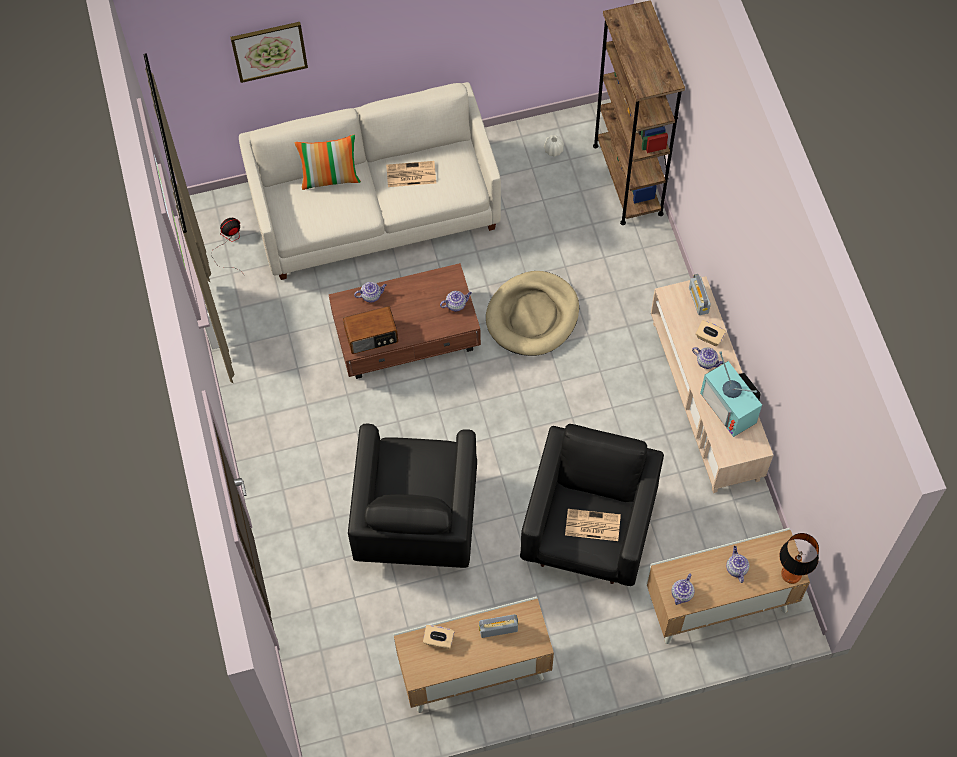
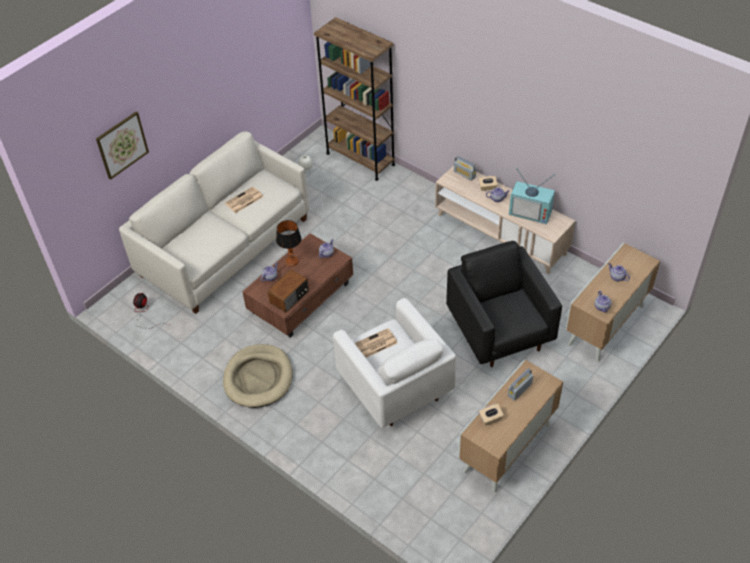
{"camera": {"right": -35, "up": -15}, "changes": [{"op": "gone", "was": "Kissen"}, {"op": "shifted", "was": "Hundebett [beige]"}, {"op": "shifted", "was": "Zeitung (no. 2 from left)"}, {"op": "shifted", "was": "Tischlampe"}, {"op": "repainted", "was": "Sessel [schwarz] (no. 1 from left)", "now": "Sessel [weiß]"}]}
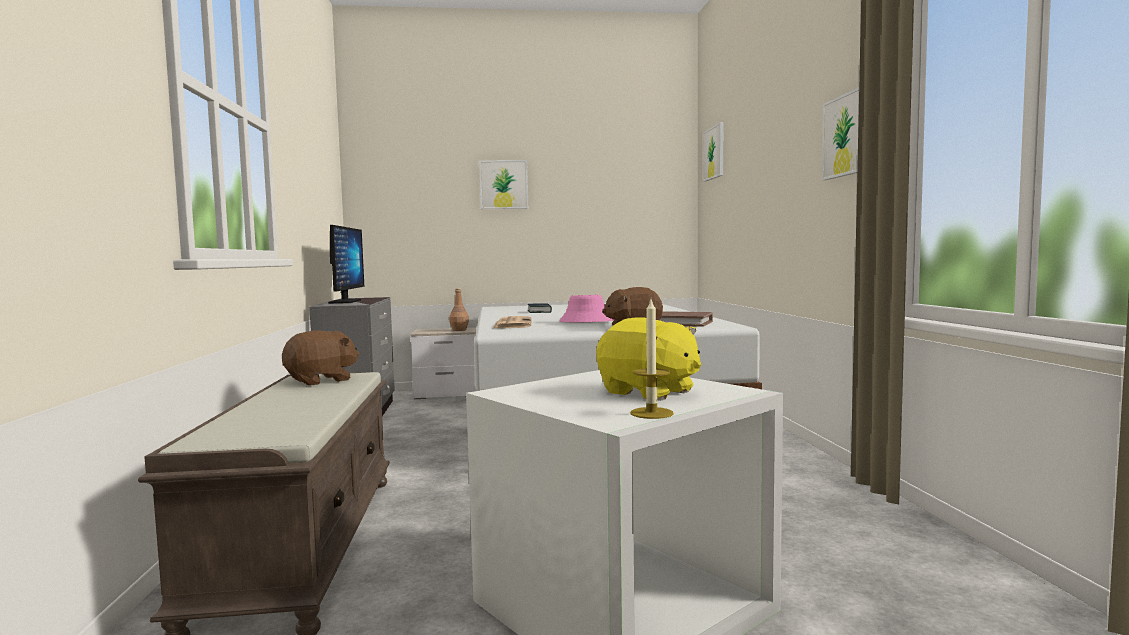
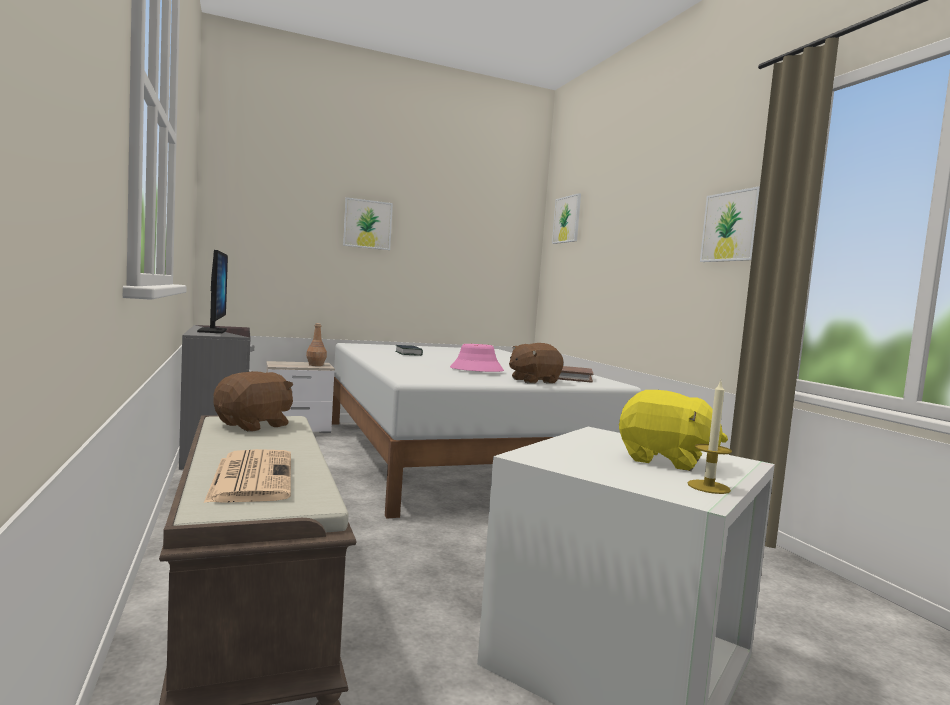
{"camera": {"right": -15, "up": 0}, "changes": [{"op": "shifted", "was": "Zeitung"}]}
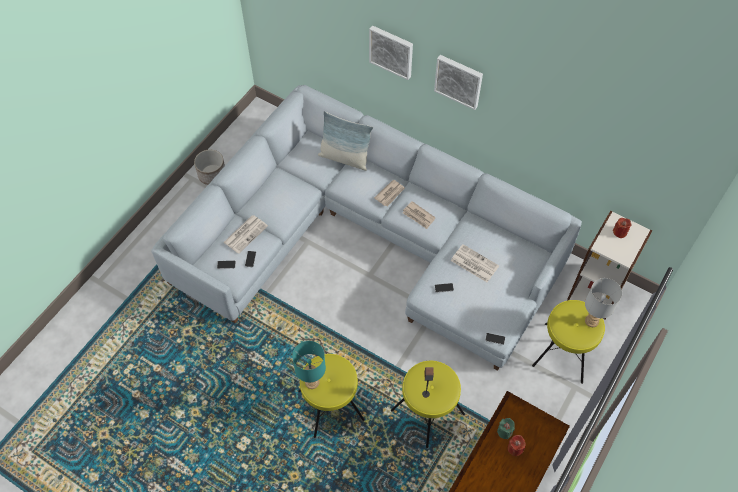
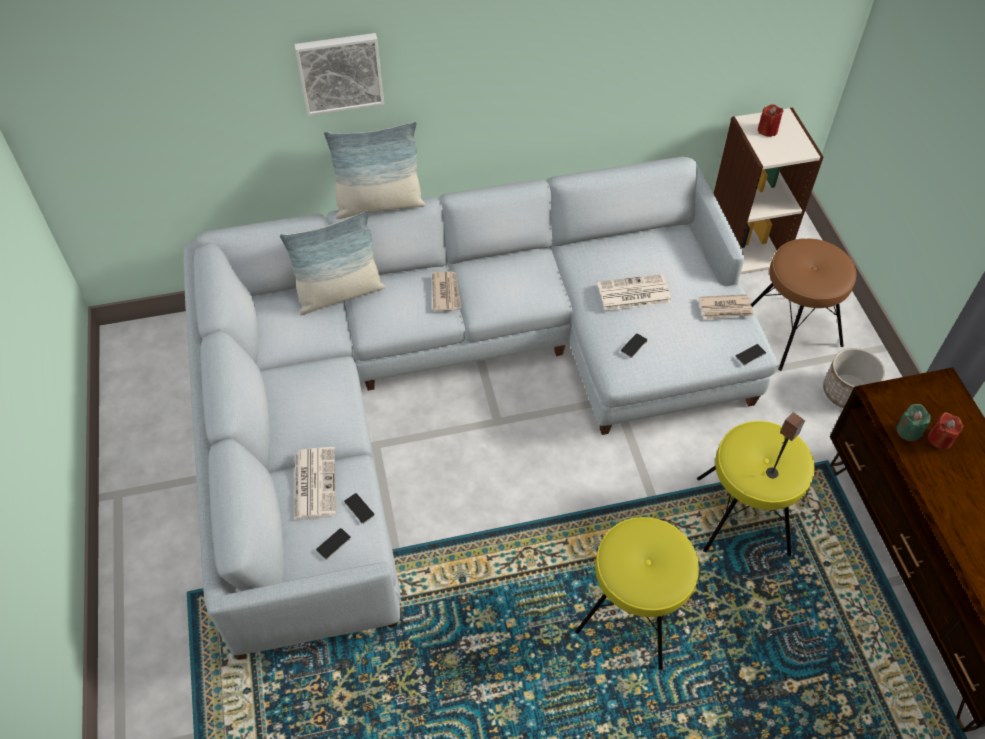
{"camera": {"right": -45, "up": -5}, "changes": [{"op": "gone", "was": "Tischlampe [türkis]"}, {"op": "gone", "was": "Bild (no. 2 from left)"}, {"op": "gone", "was": "Tischlampe [grau]"}, {"op": "new", "now": "Kissen (no. 2 from left)"}, {"op": "shifted", "was": "Pflanzkübel"}, {"op": "shifted", "was": "Zeitung (no. 3 from left in the first image)", "now": "Zeitung (no. 4 from left)"}, {"op": "repainted", "was": "Hocker [gelb] (no. 3 from left)", "now": "Hocker [braun]"}]}
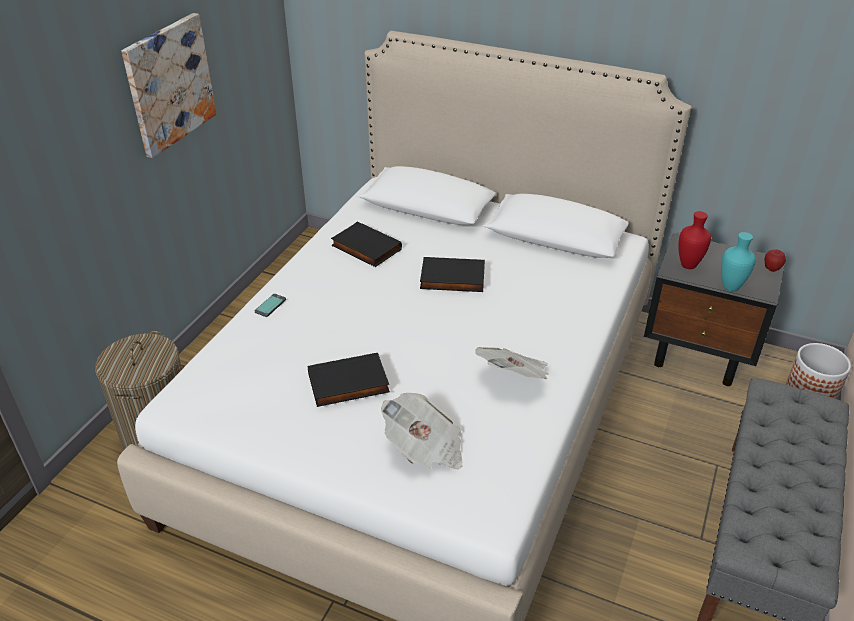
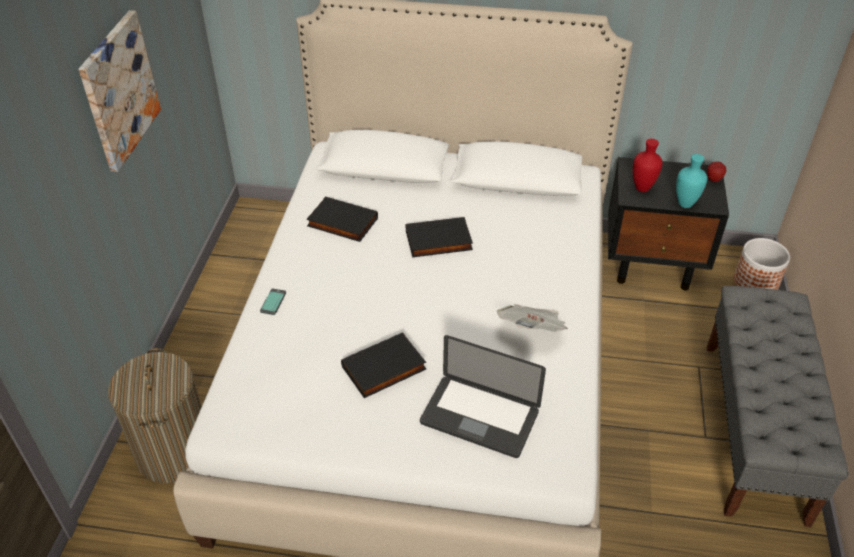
{"camera": {"right": -15, "up": 5}, "changes": [{"op": "swapped", "was": "Zeitung (no. 1 from left)", "now": "Laptop"}]}
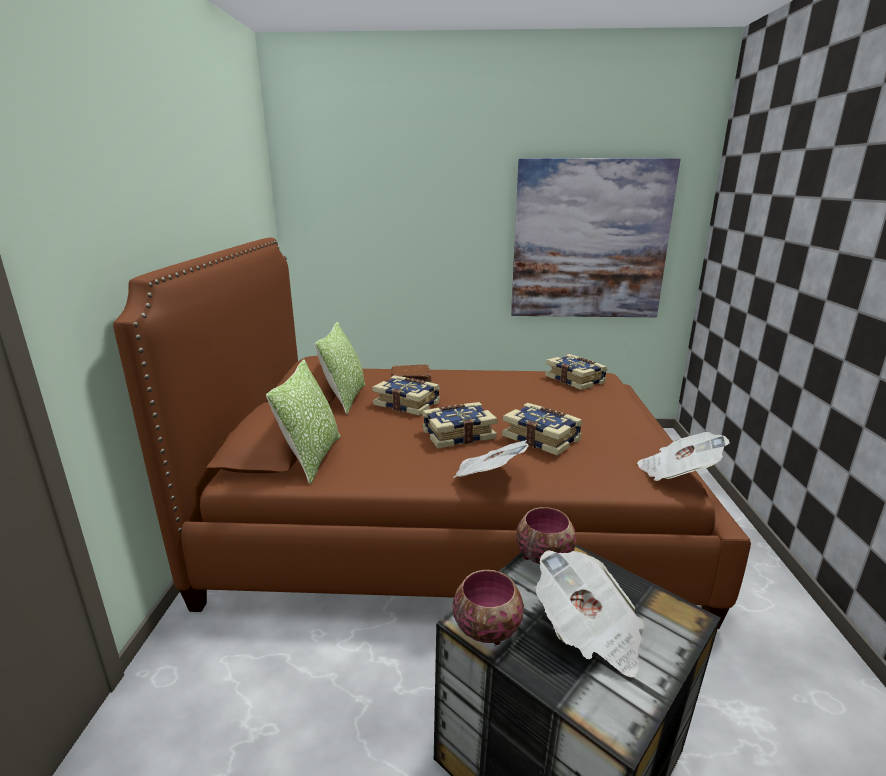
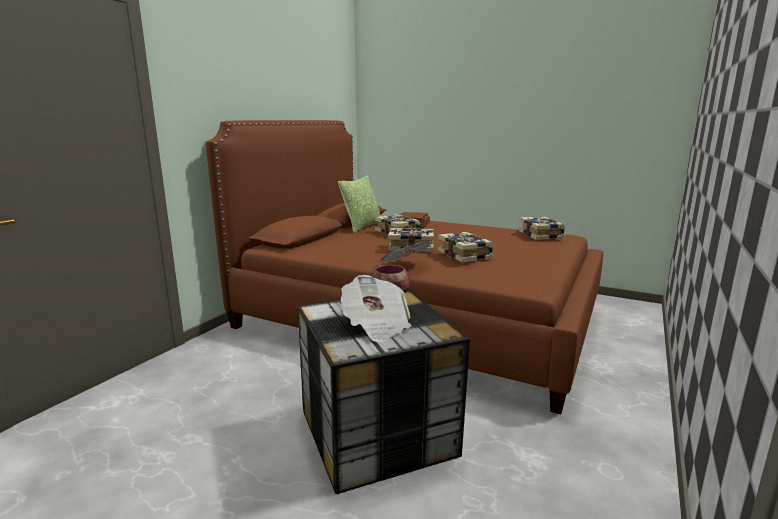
{"camera": {"right": 25, "up": -5}, "changes": [{"op": "gone", "was": "Kissen (no. 1 from left)"}, {"op": "gone", "was": "Schüssel (no. 1 from left)"}, {"op": "gone", "was": "Bild"}, {"op": "gone", "was": "Zeitung (no. 3 from left)"}]}
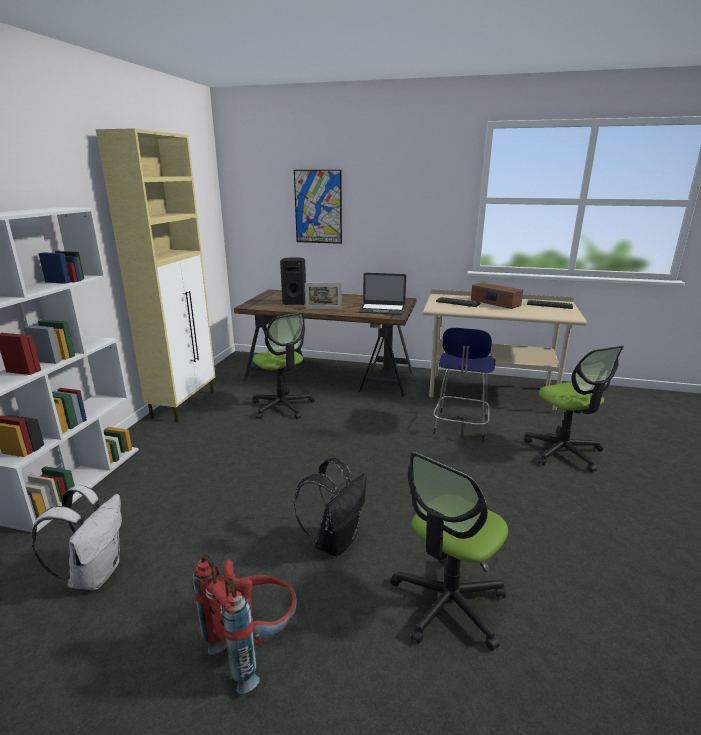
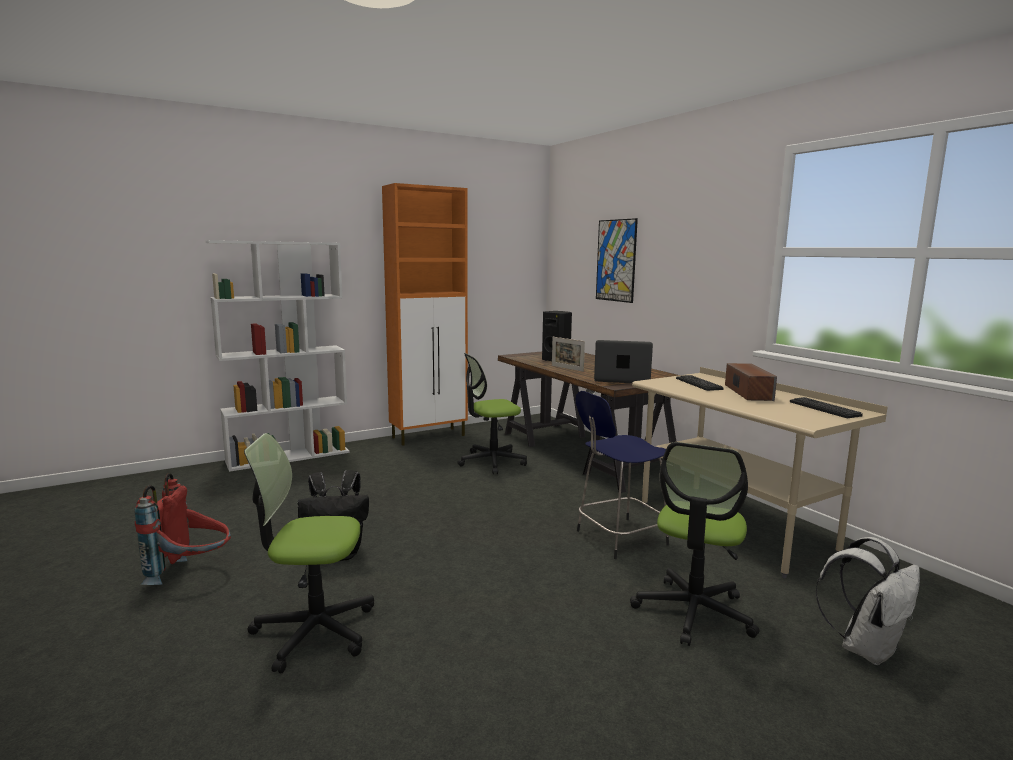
{"camera": {"right": 45, "up": -10}, "changes": [{"op": "shifted", "was": "Rucksack [weiß]"}, {"op": "repainted", "was": "Schrank [beige]", "now": "Schrank [orange]"}, {"op": "rotated", "was": "Bürostuhl (no. 1 from left in the first image)", "clockwise": 60}, {"op": "rotated", "was": "Laptop", "clockwise": 135}]}
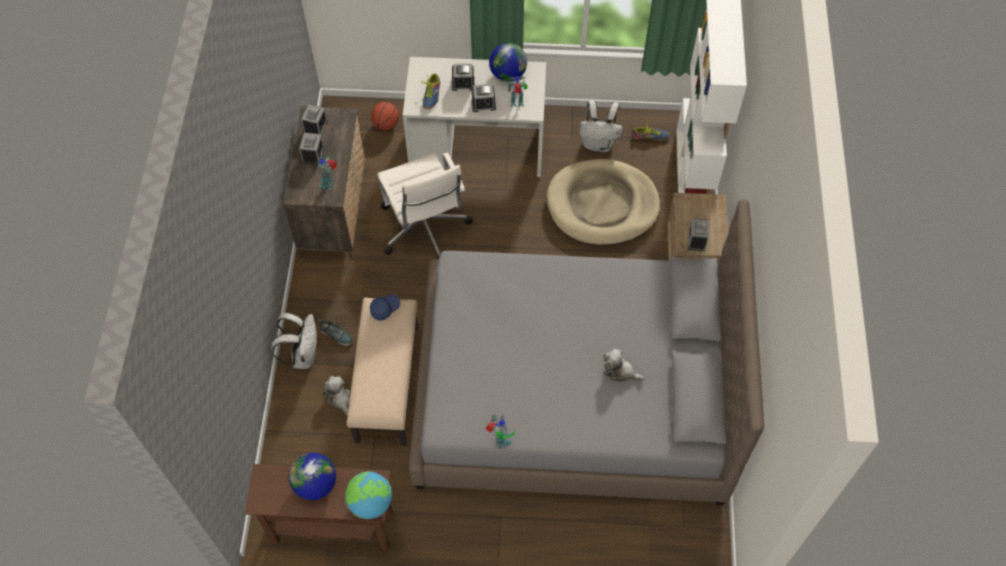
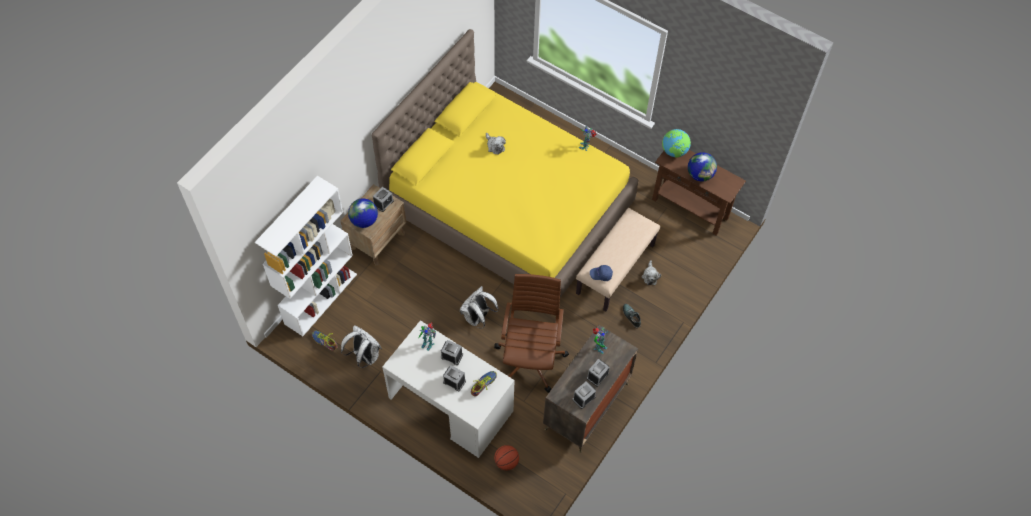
{"camera": {"right": -150, "up": 0}, "changes": [{"op": "gone", "was": "Hundebett [beige]"}, {"op": "shifted", "was": "Rucksack [weiß] (no. 1 from left in the first image)", "now": "Rucksack [weiß] (no. 2 from left)"}, {"op": "shifted", "was": "Globus (no. 3 from left in the first image)", "now": "Globus (no. 1 from left)"}, {"op": "repainted", "was": "Bürostuhl [weiß]", "now": "Bürostuhl [braun]"}, {"op": "repainted", "was": "Bett [grau]", "now": "Bett [gelb]"}]}
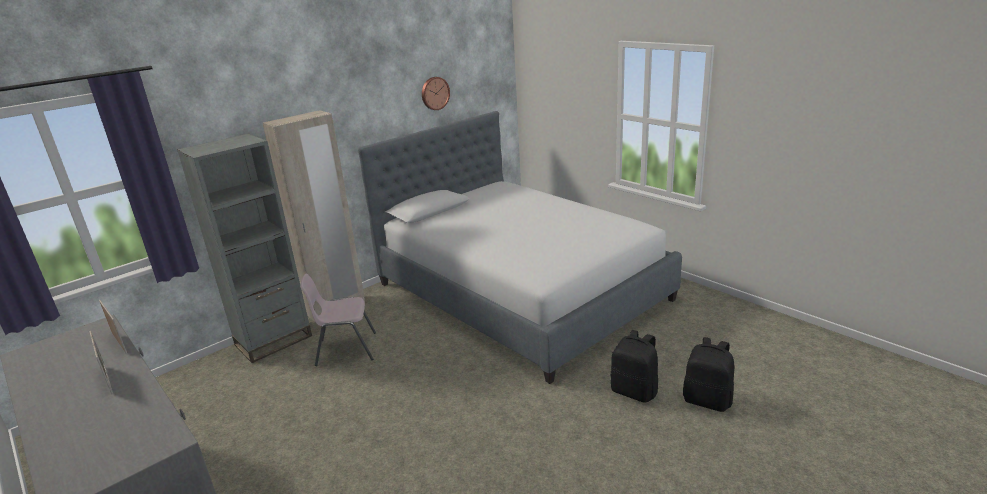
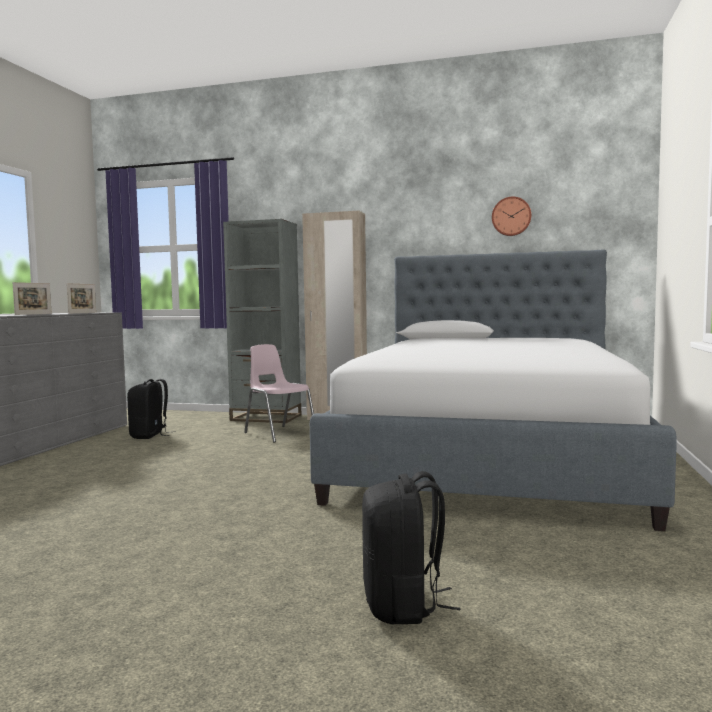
{"camera": {"right": 55, "up": -20}, "changes": [{"op": "shifted", "was": "Rucksack [schwarz] (no. 1 from left)"}]}
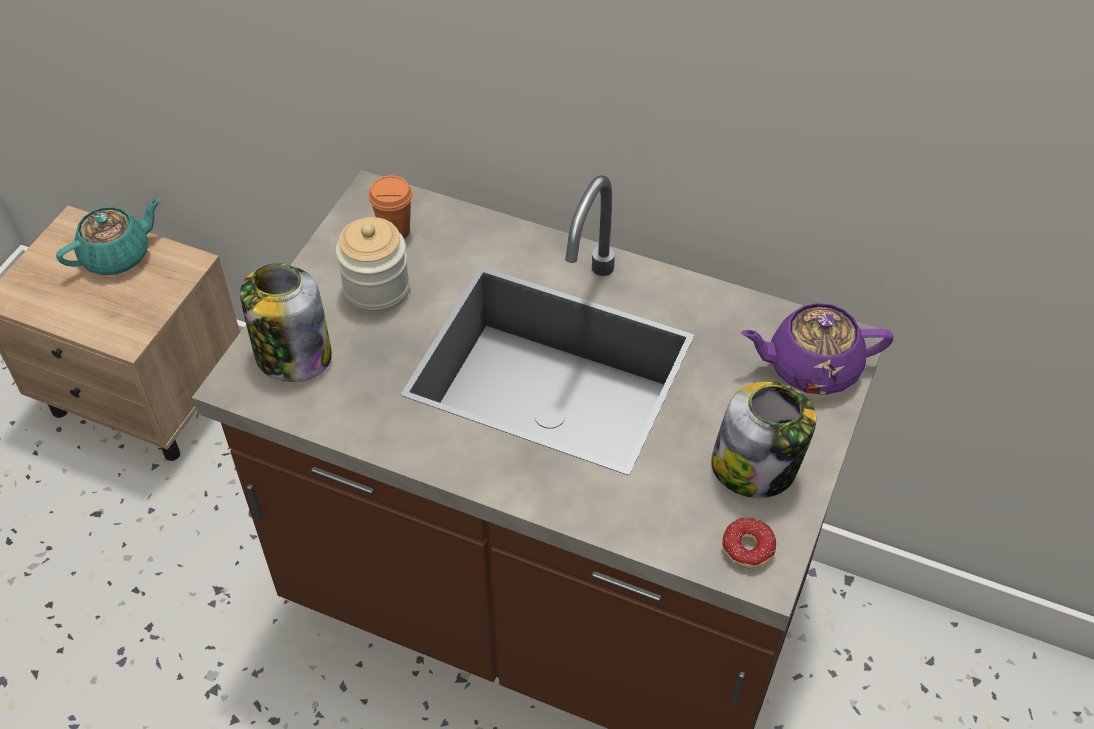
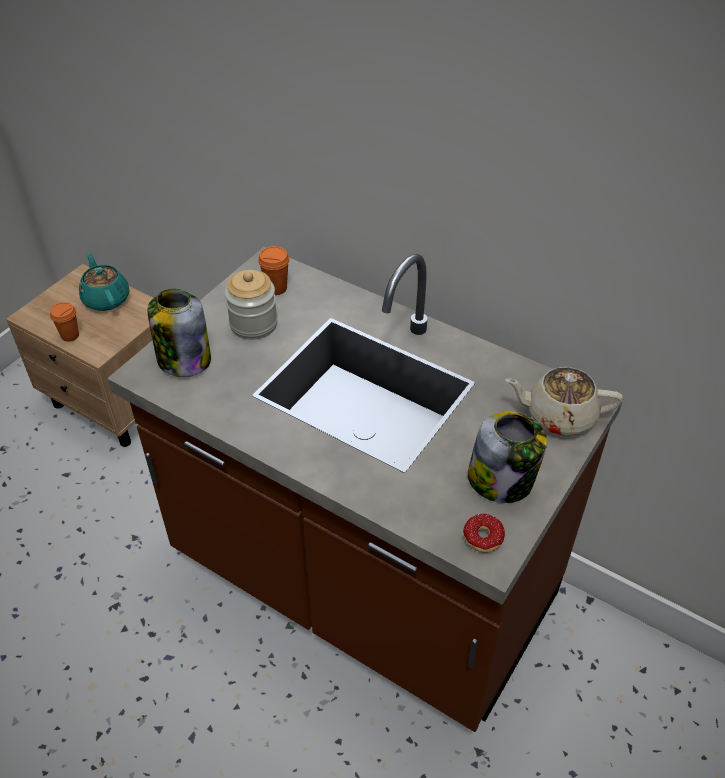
{"camera": {"right": 10, "up": -5}, "changes": [{"op": "new", "now": "Tasse [orange] (no. 1 from left)"}, {"op": "repainted", "was": "Teekanne [lila]", "now": "Teekanne [beige]"}, {"op": "rotated", "was": "Teekanne [türkis]", "clockwise": -90}]}
